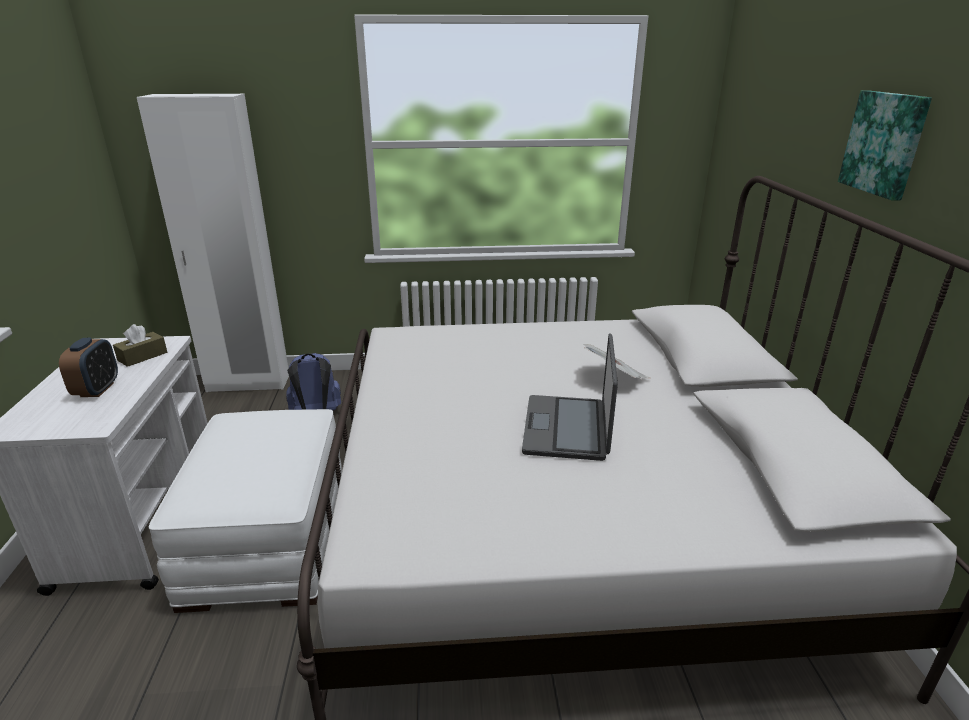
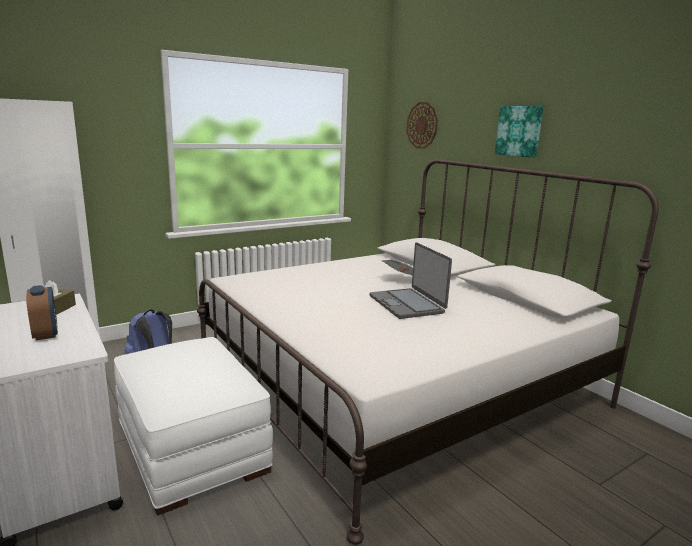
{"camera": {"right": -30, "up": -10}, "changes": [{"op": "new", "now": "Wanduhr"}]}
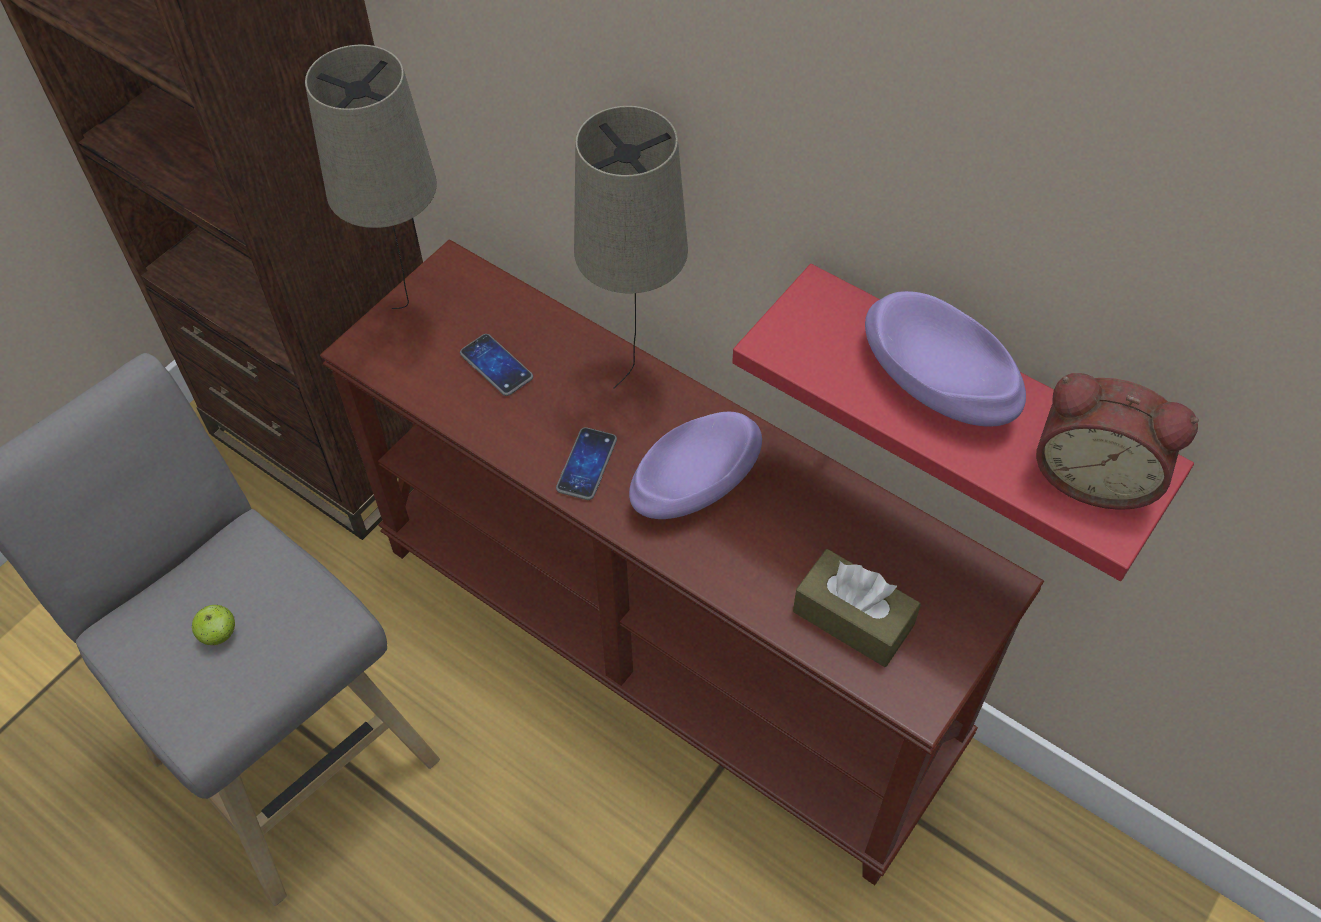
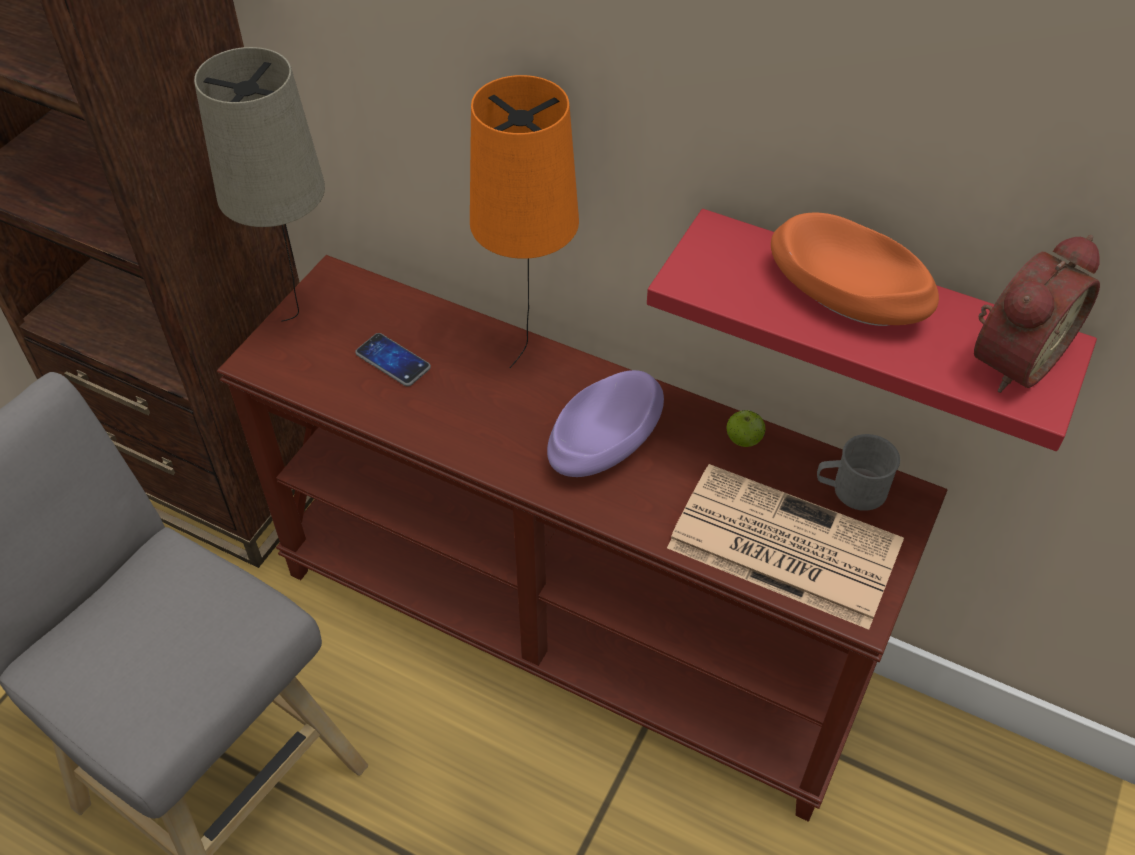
{"camera": {"right": -10, "up": -5}, "changes": [{"op": "gone", "was": "Handy (no. 2 from left)"}, {"op": "new", "now": "Henkelbecher [grau]"}, {"op": "shifted", "was": "Apfel"}, {"op": "swapped", "was": "Taschentuchbox [braun]", "now": "Zeitung"}, {"op": "repainted", "was": "Tischlampe [beige] (no. 2 from left)", "now": "Tischlampe [orange]"}, {"op": "repainted", "was": "Schüssel [lila] (no. 2 from left)", "now": "Schüssel [orange]"}, {"op": "rotated", "was": "Wecker", "clockwise": -60}]}
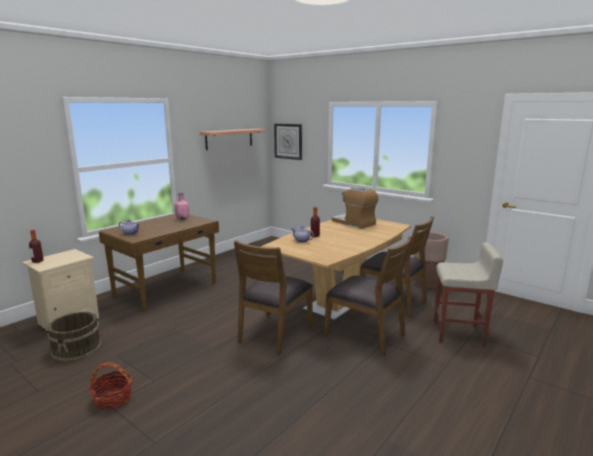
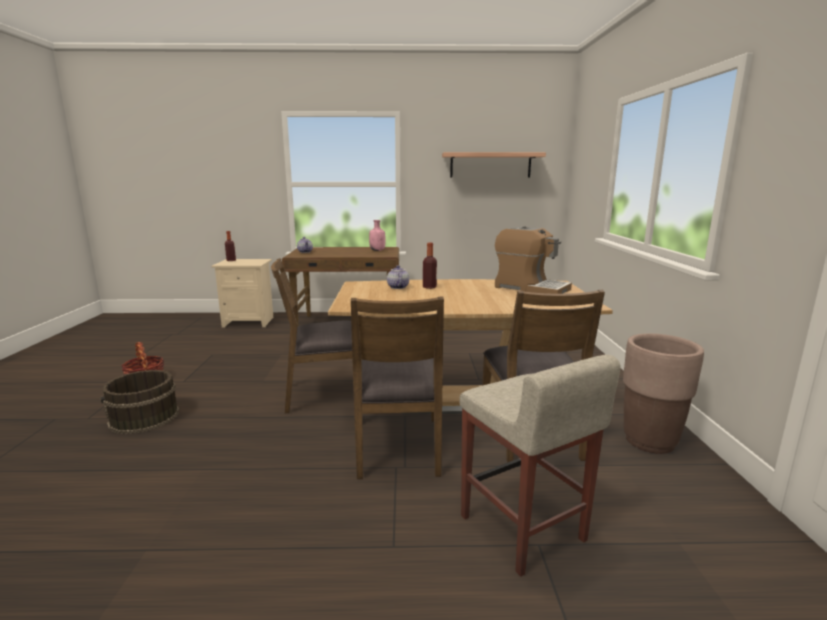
{"camera": {"right": 50, "up": 0}, "changes": [{"op": "gone", "was": "Wanduhr"}, {"op": "shifted", "was": "Eimer [braun]"}, {"op": "rotated", "was": "Kaffeemaschine", "clockwise": 120}]}
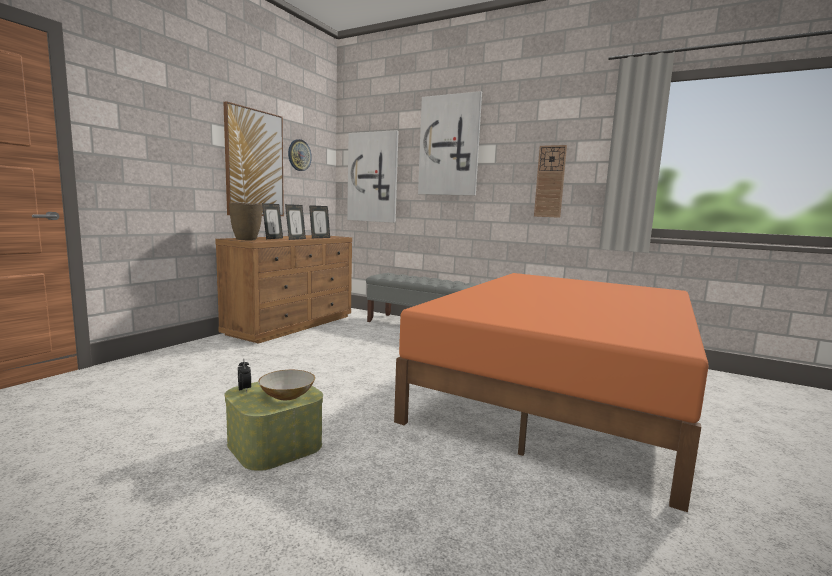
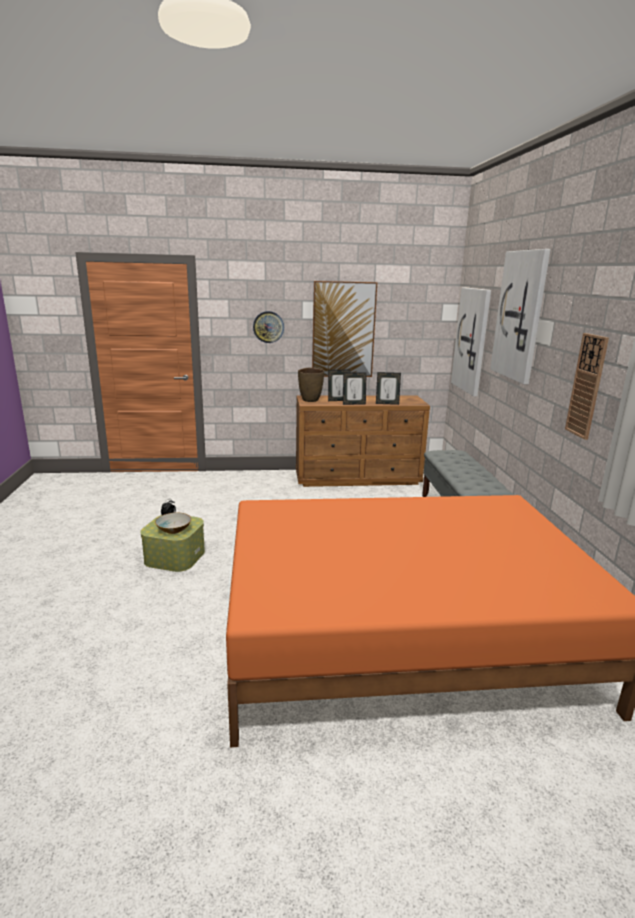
{"camera": {"right": 55, "up": 10}, "changes": [{"op": "shifted", "was": "Wanduhr (no. 1 from left)"}]}
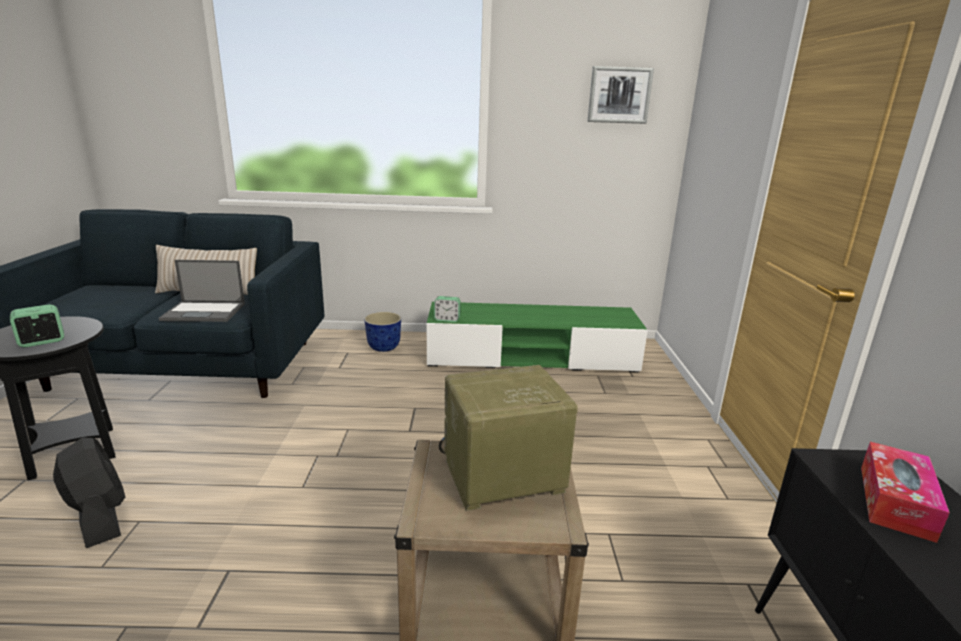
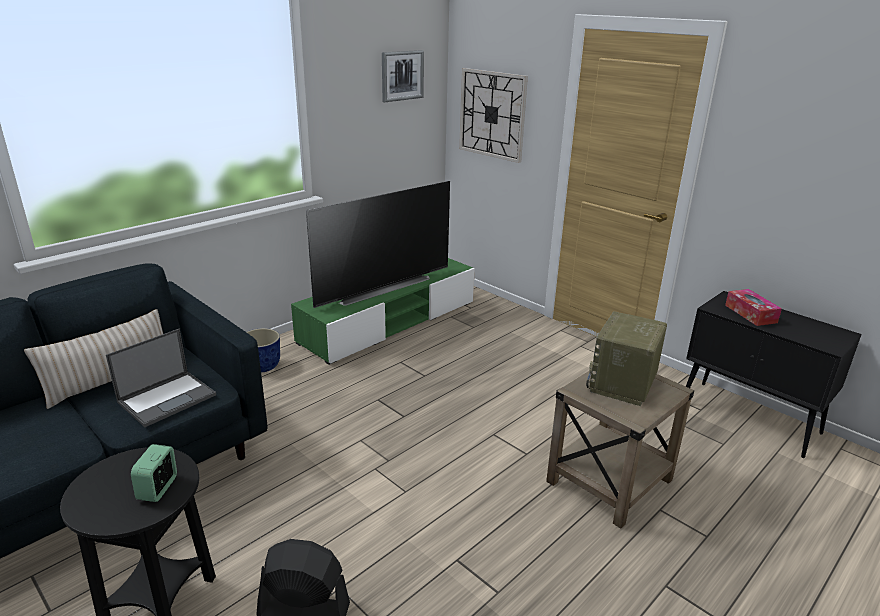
{"camera": {"right": -45, "up": 5}, "changes": [{"op": "gone", "was": "Wecker (no. 2 from left)"}, {"op": "new", "now": "Fernseher"}, {"op": "new", "now": "Wanduhr"}]}
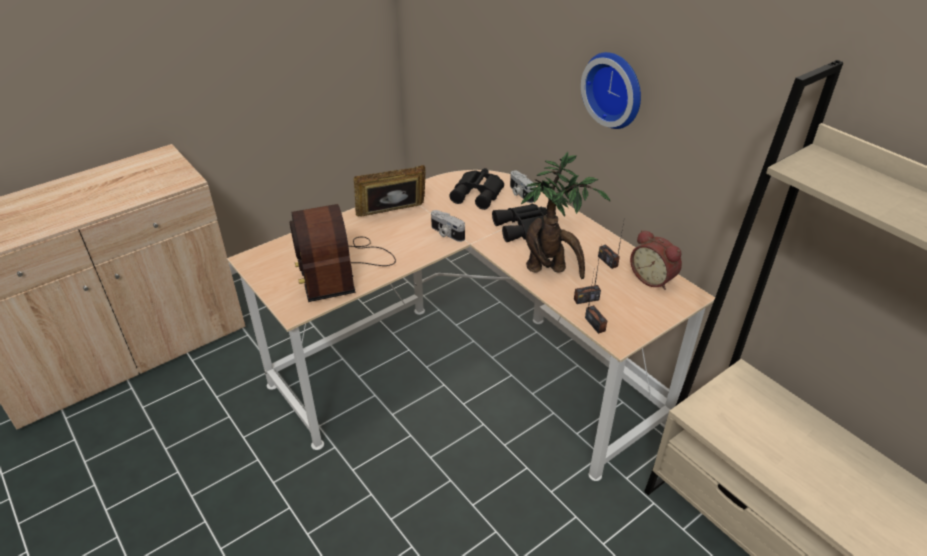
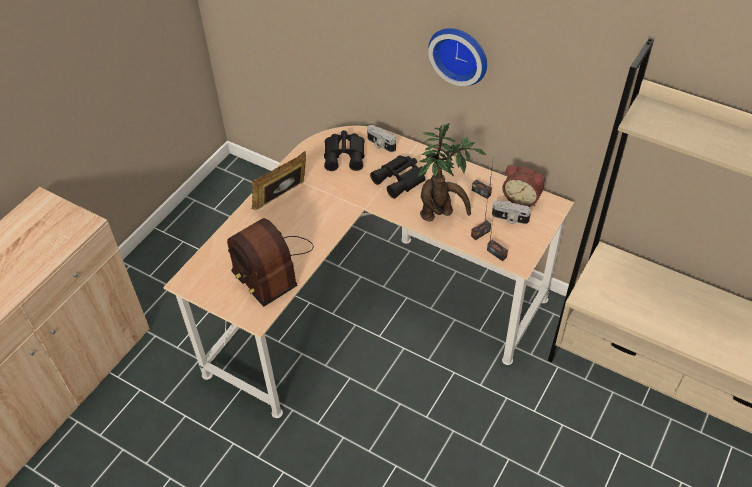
{"camera": {"right": -20, "up": 10}, "changes": [{"op": "shifted", "was": "Kamera (no. 1 from left in the first image)", "now": "Kamera (no. 2 from left)"}]}
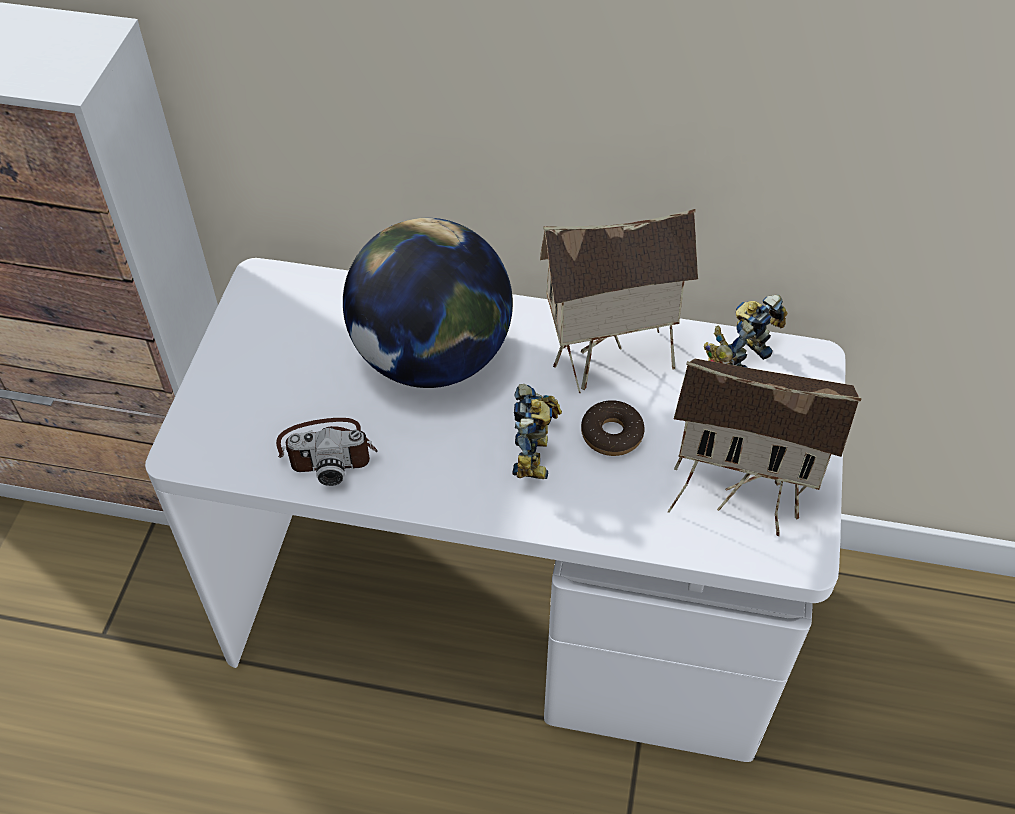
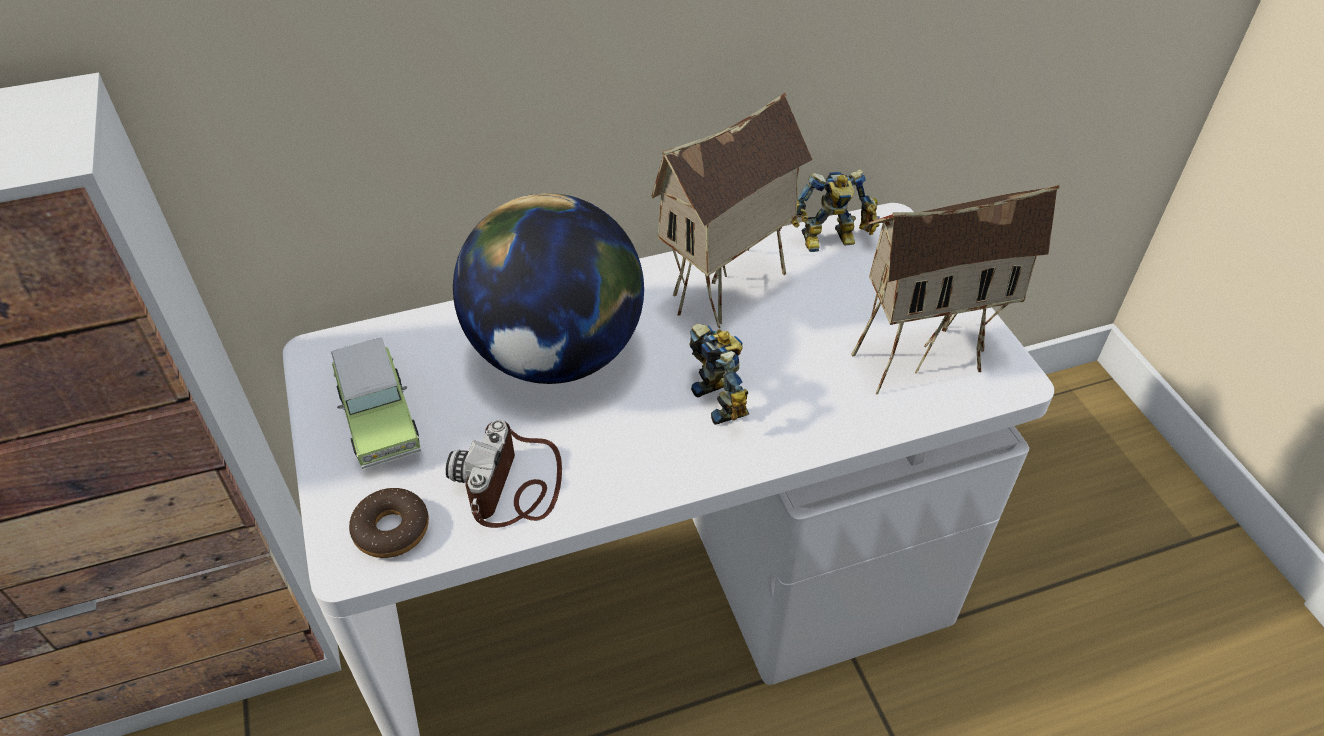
{"camera": {"right": -30, "up": -5}, "changes": [{"op": "new", "now": "Spielzeugauto"}, {"op": "shifted", "was": "Donut"}, {"op": "rotated", "was": "Kamera", "clockwise": 135}, {"op": "rotated", "was": "Spielzeugroboter (no. 2 from left)", "clockwise": -120}]}
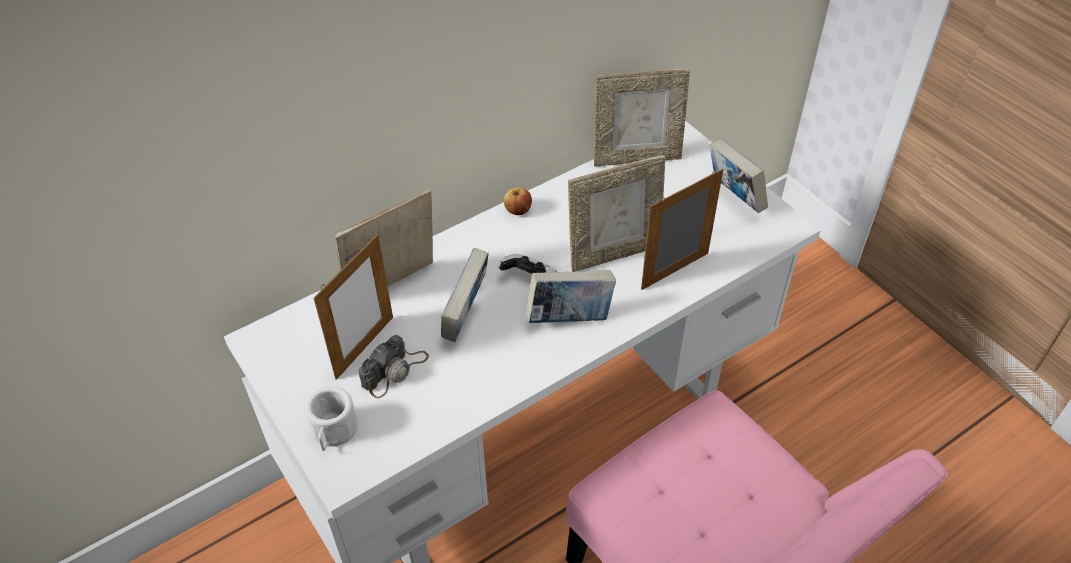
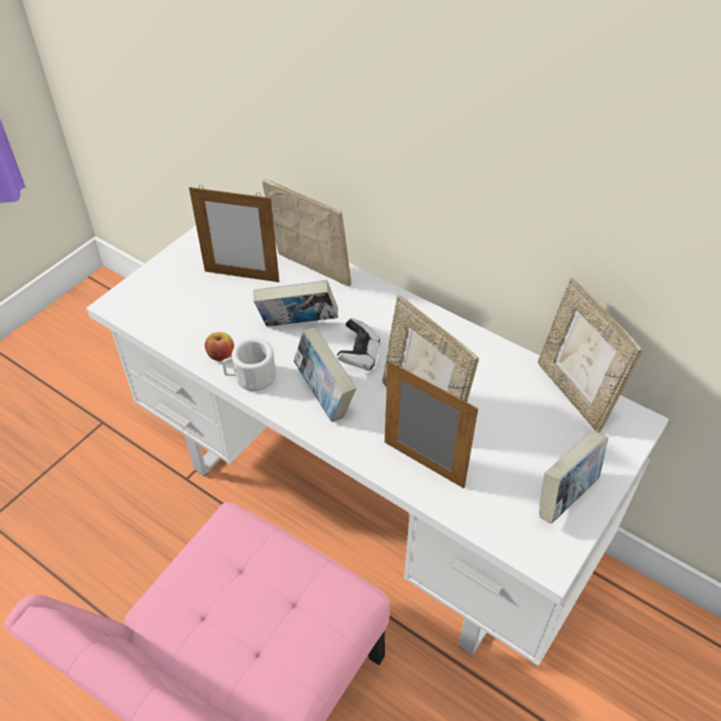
{"camera": {"right": 70, "up": 0}, "changes": [{"op": "gone", "was": "Kamera"}, {"op": "shifted", "was": "Henkelbecher [weiß]"}, {"op": "shifted", "was": "Apfel"}]}
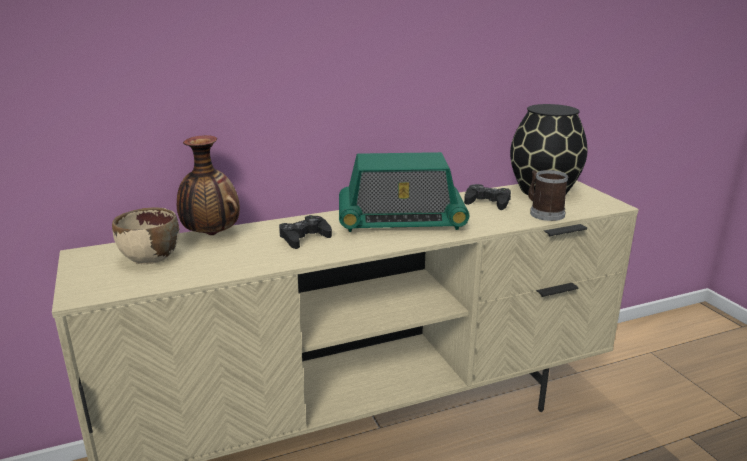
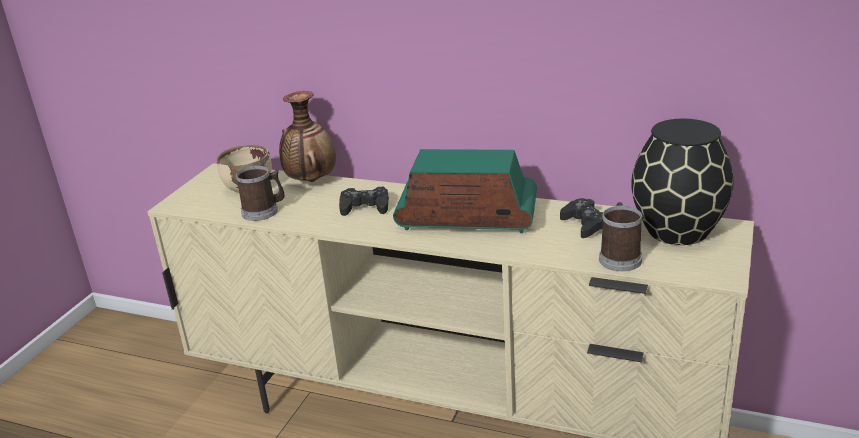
{"camera": {"right": 45, "up": 5}, "changes": [{"op": "new", "now": "Henkelbecher (no. 1 from left)"}, {"op": "rotated", "was": "Radio", "clockwise": 150}]}
